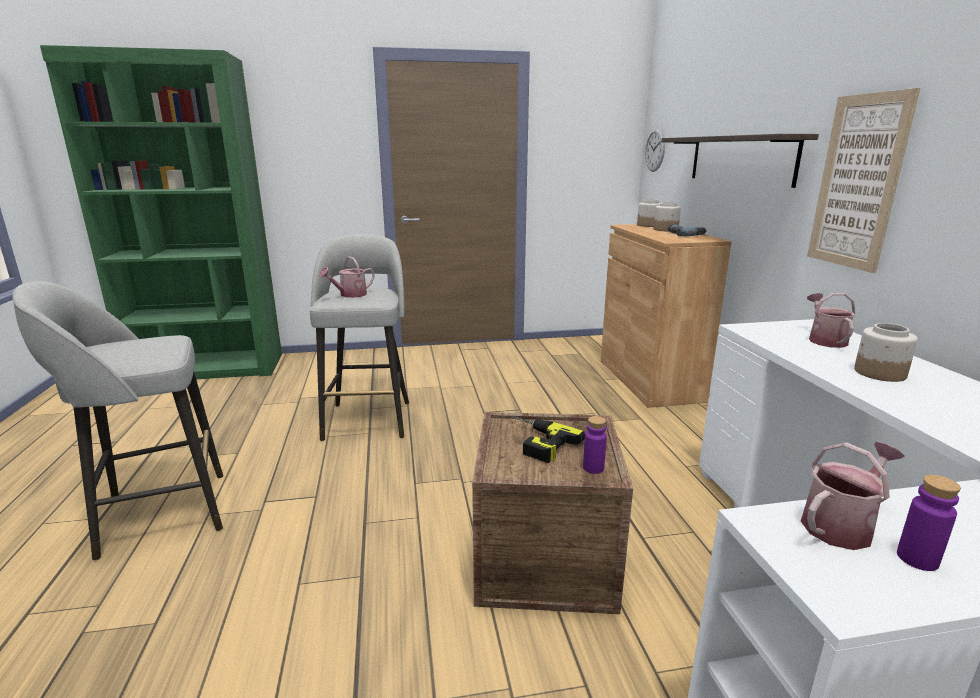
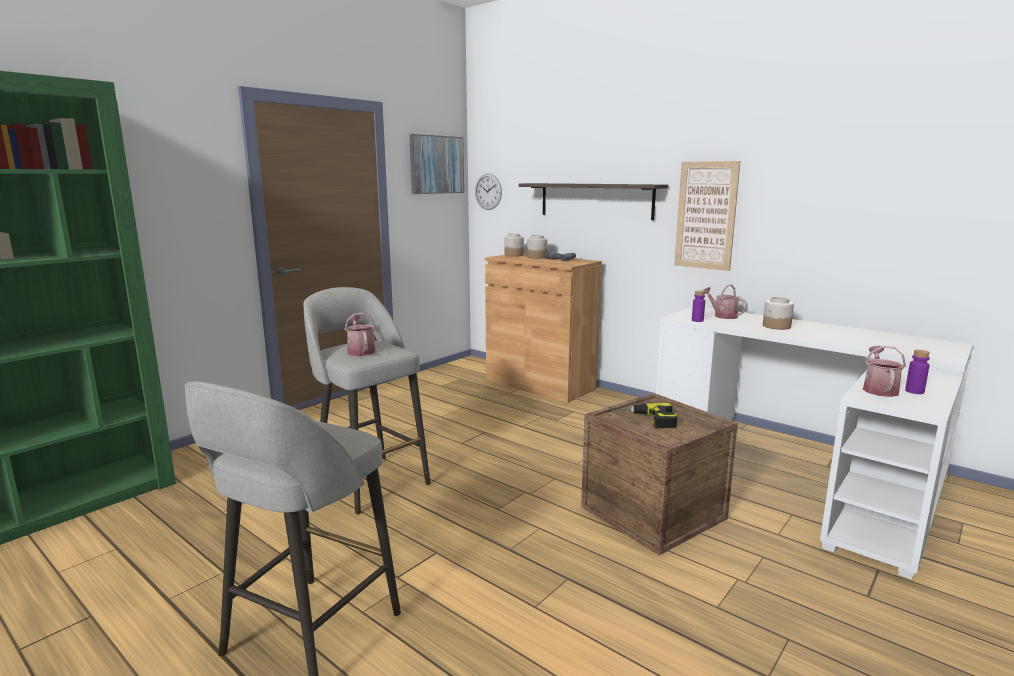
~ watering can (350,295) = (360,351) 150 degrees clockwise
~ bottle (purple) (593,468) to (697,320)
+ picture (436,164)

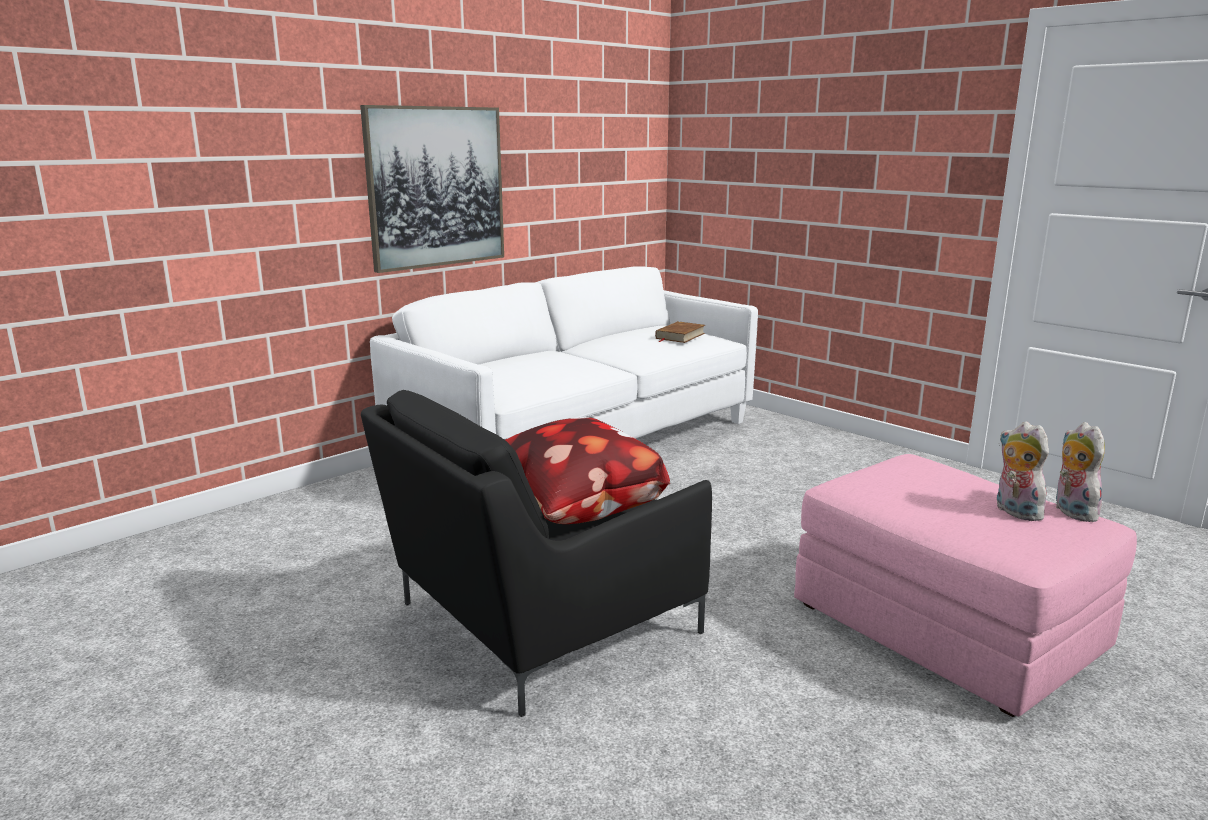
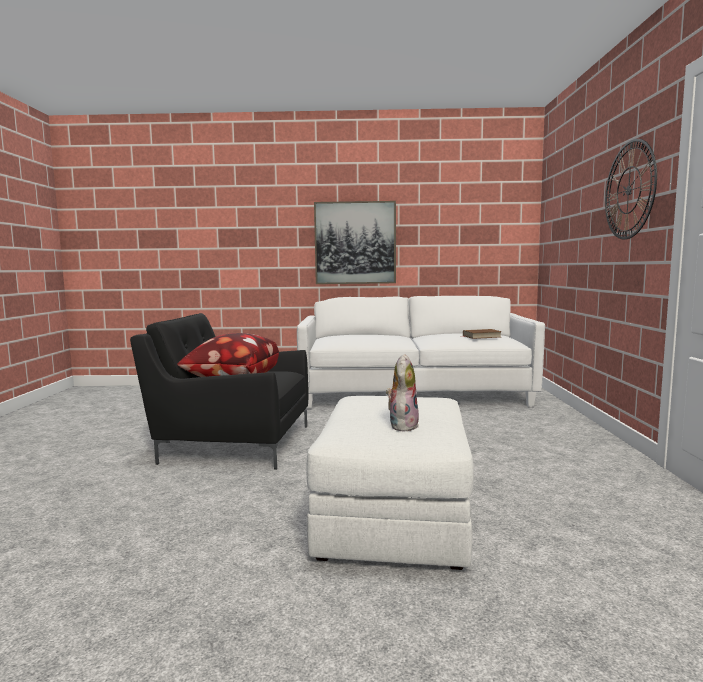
- plush toy (1071,511)
~ ottoman (pink) (947,627) to ottoman (white) (394,517)
+ wall clock (629,190)

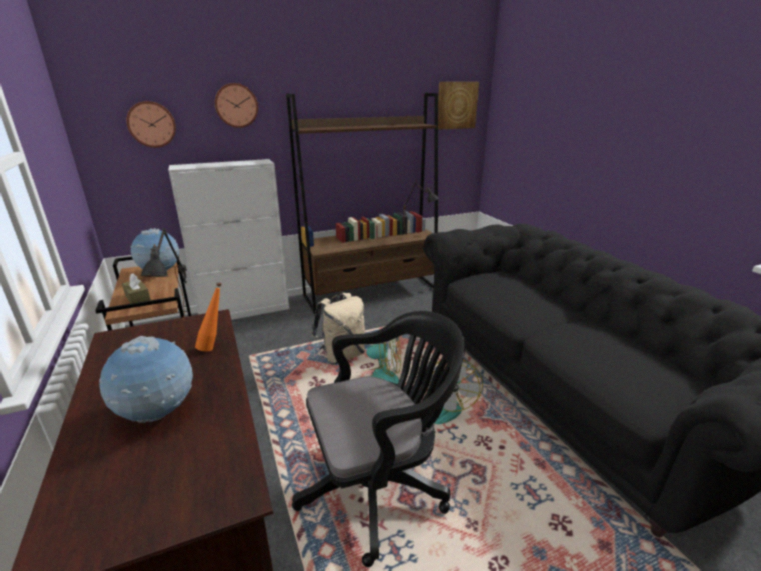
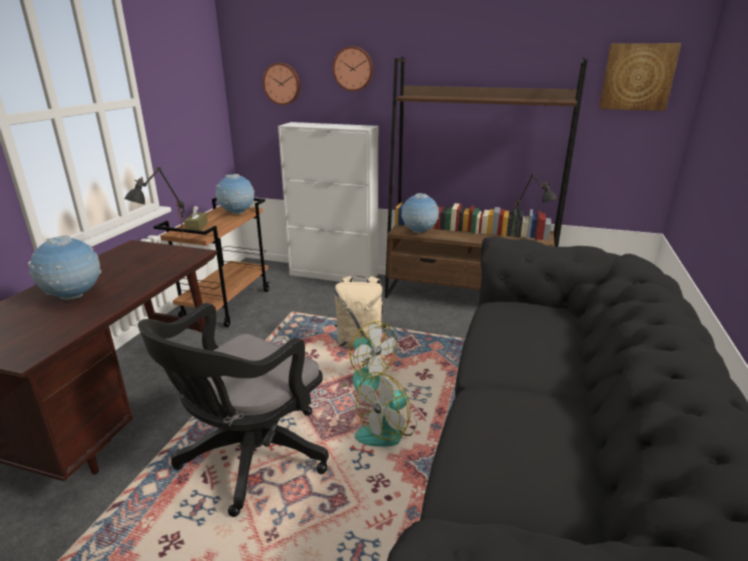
- bottle (orange) (214,346)
~ office chair (black) (379,486) = (249,458) 105 degrees clockwise
+ globe (419,232)

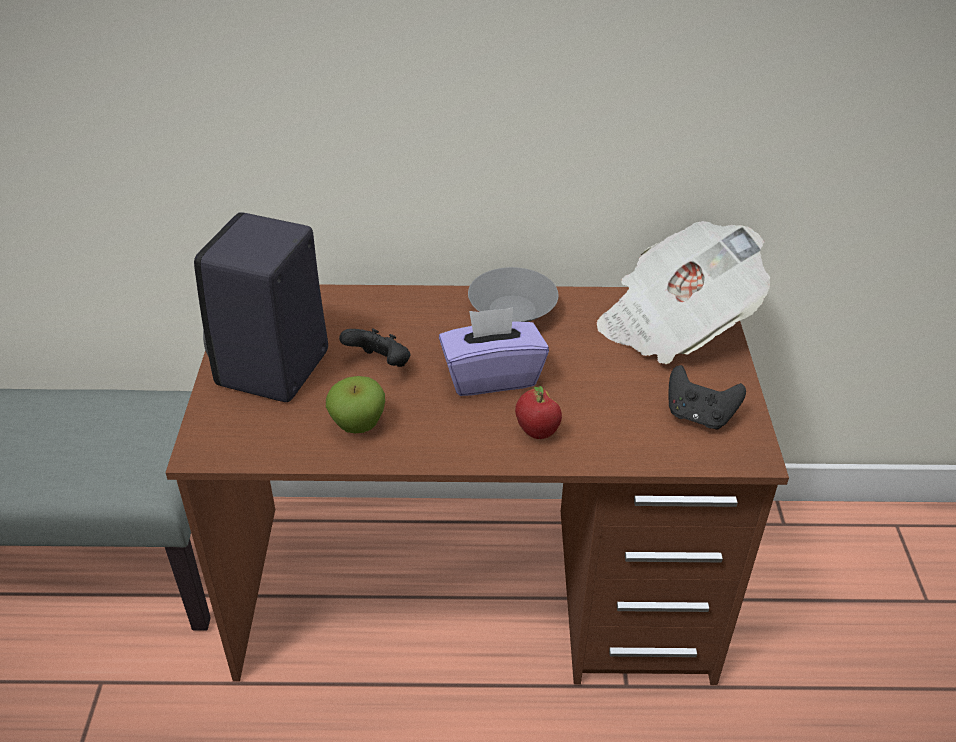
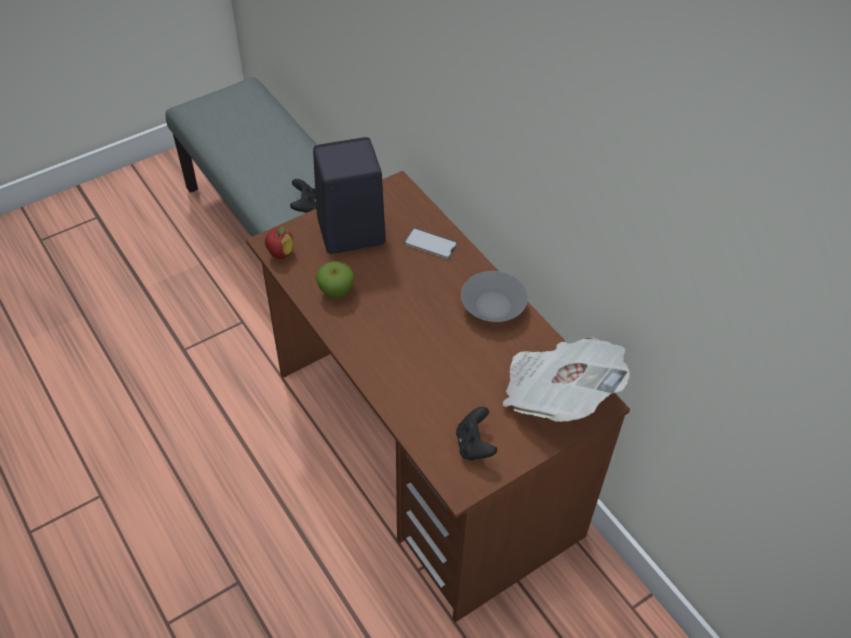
- tissue box (purple) (491,376)
~ game controller (black) (380,364) to (305,207)
~ apple (536,432) to (280,253)
+ phone (430,243)

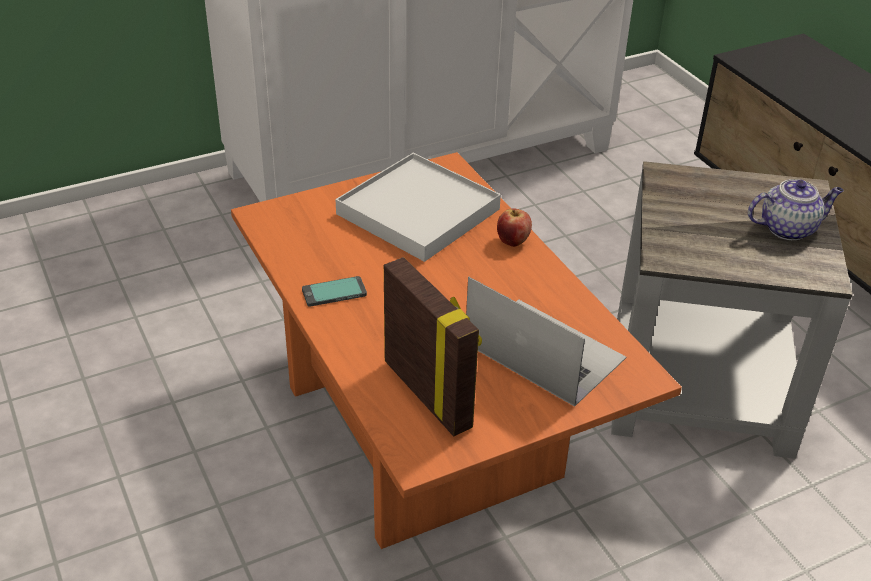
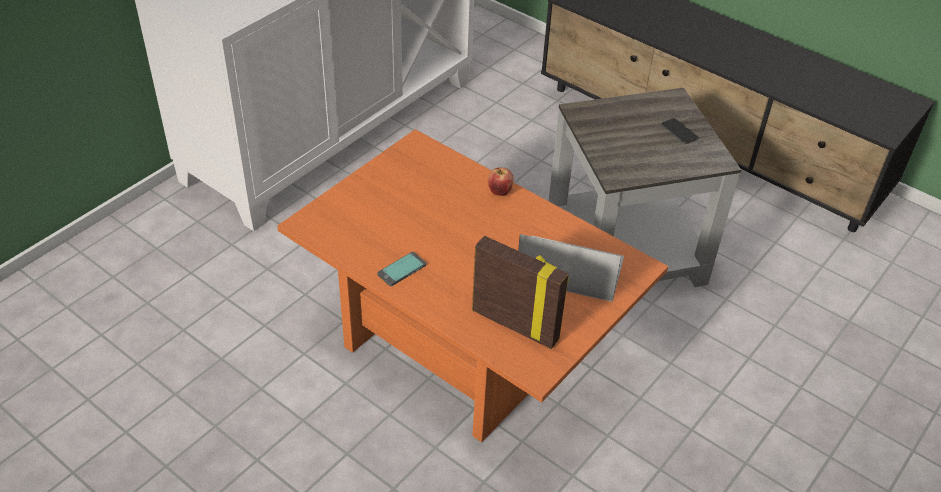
- tray (white) (417,212)
~ teapot (788,228) to phone (679,131)

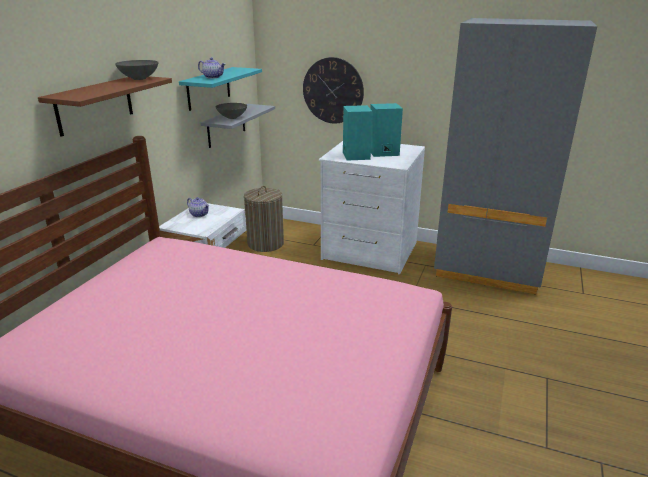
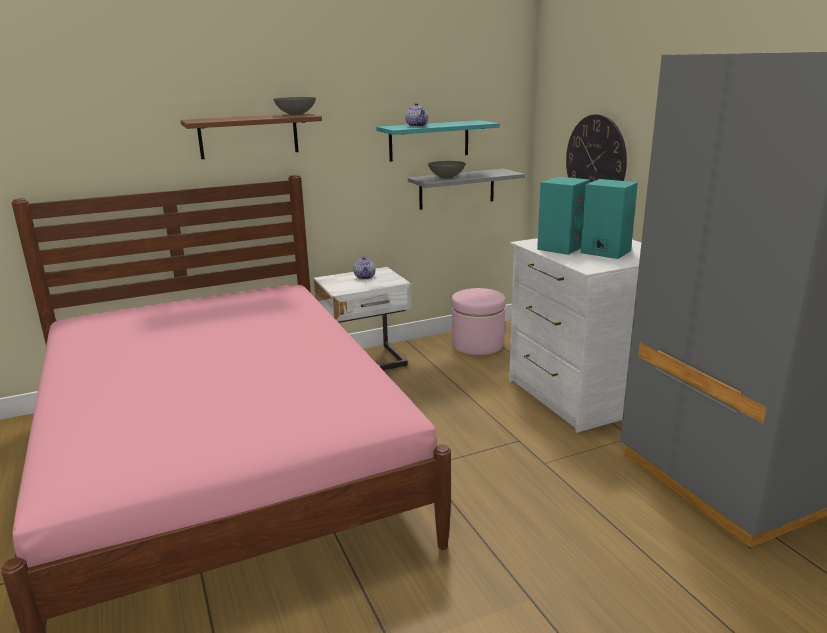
~ laundry basket (265,243) to ottoman (pink) (477,345)

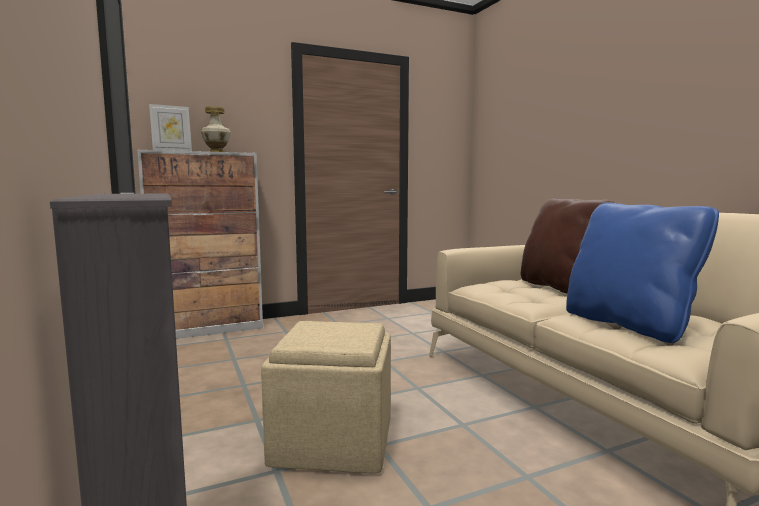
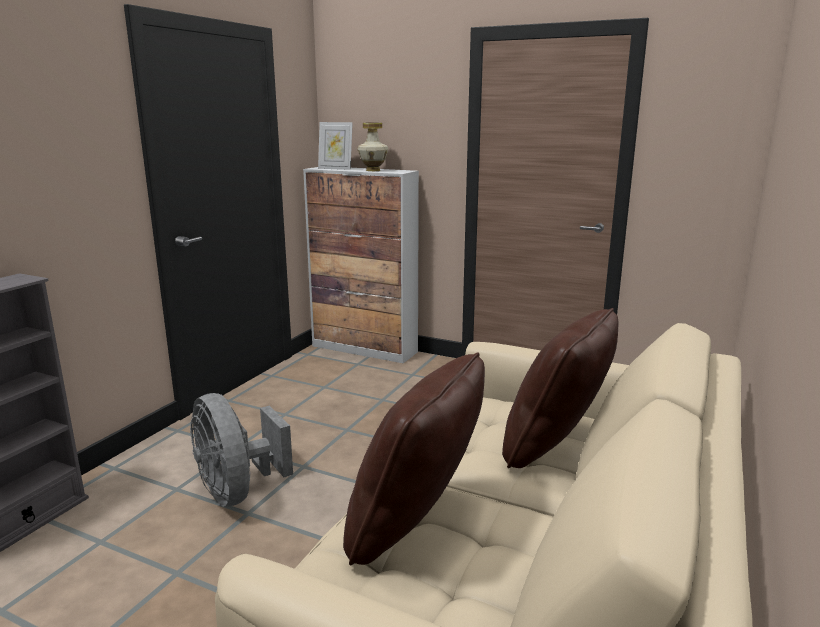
~ pillow (blue) (628,324) to pillow (brown) (417,526)
~ ottoman (beige) (334,440) to fan (grey) (237,491)

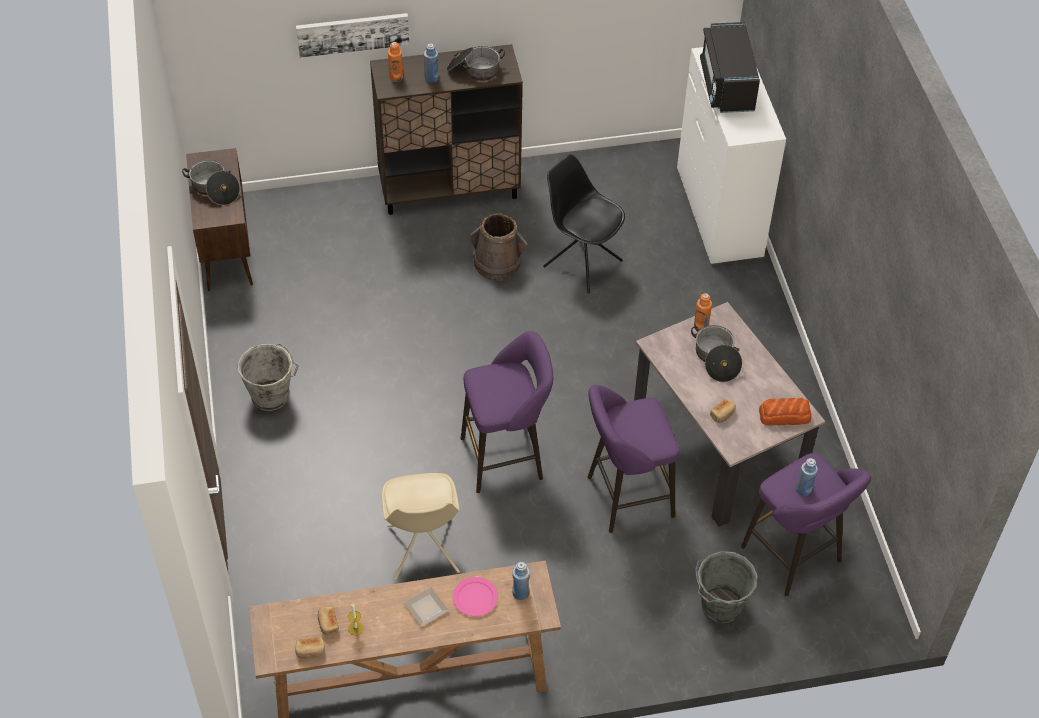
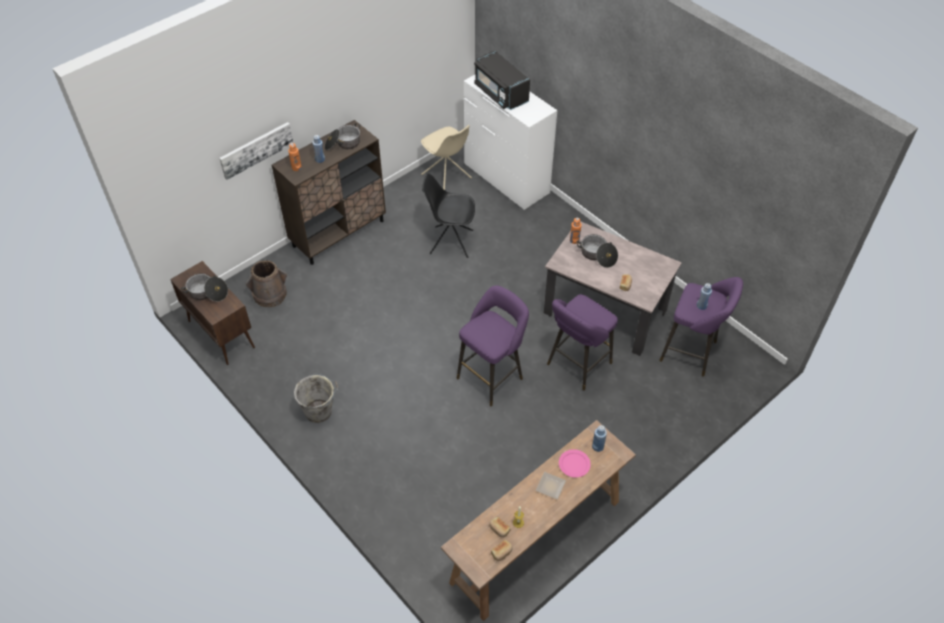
~ bucket (brown) (497,263) to (270,294)
- bread (785,415)
~ chair (beige) (423,551) to (447,177)
- bucket (grey) (720,607)

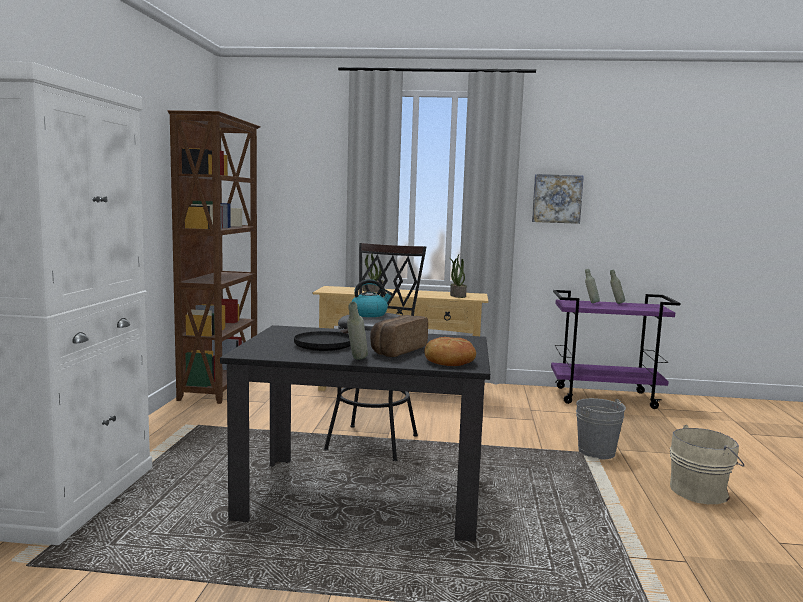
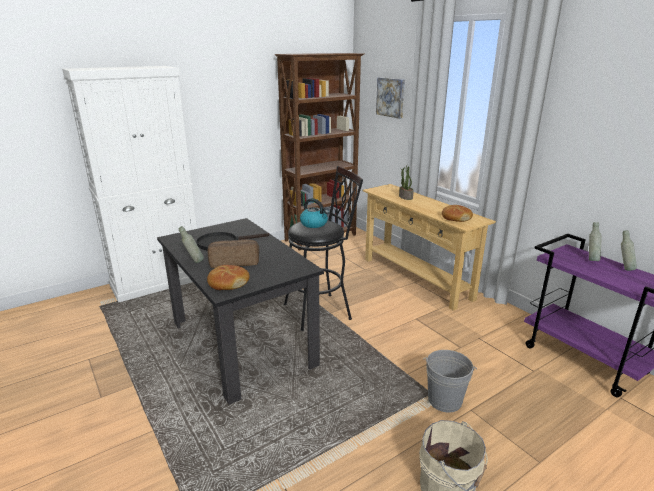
~ picture (557,198) to (391,97)
~ potted plant (457,296) to bread (456,218)

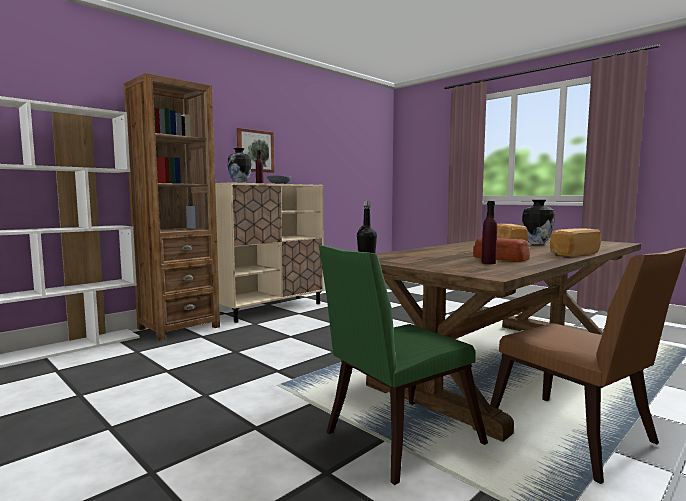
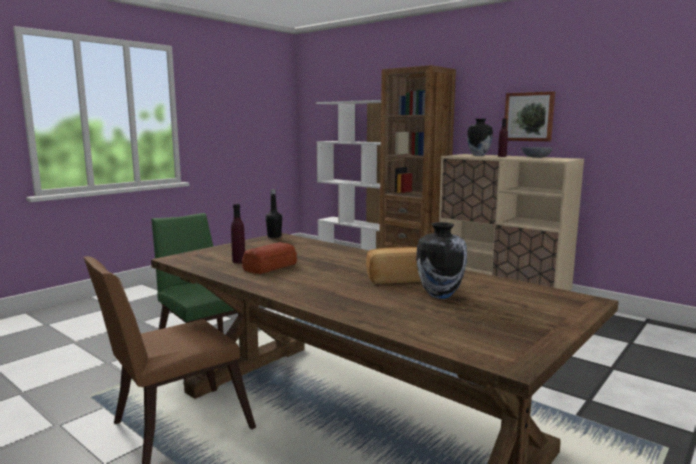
- bread (573,253)

